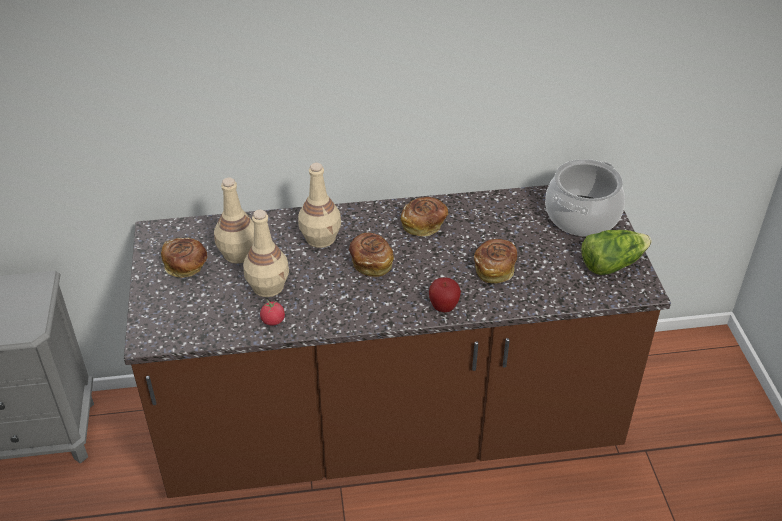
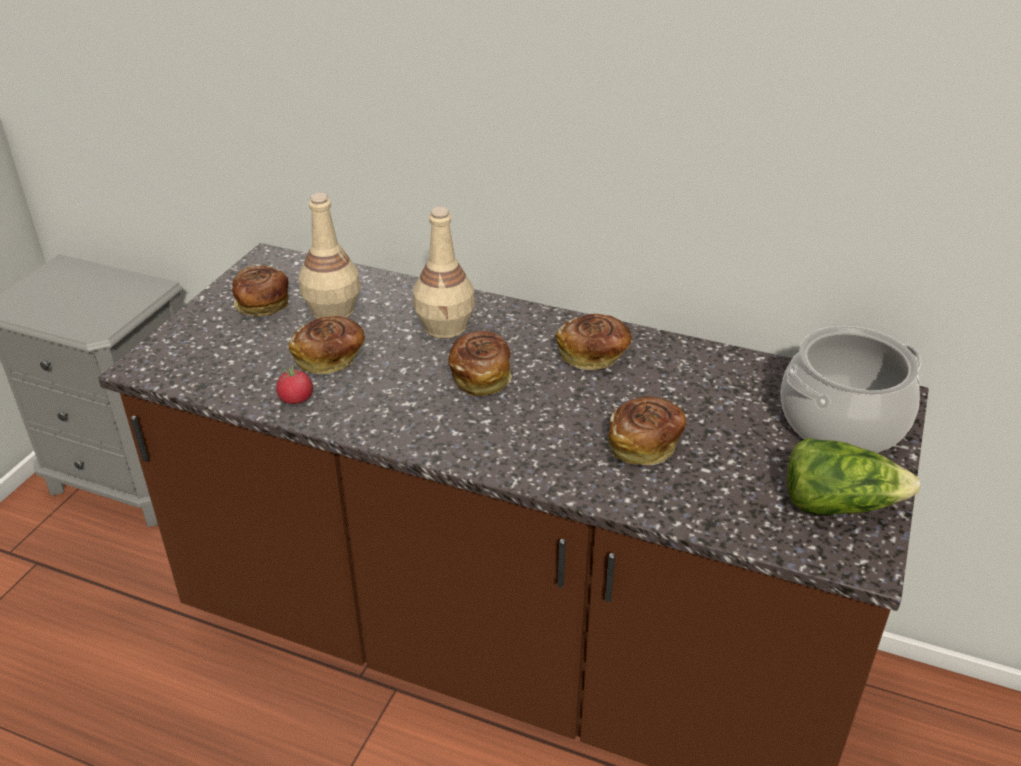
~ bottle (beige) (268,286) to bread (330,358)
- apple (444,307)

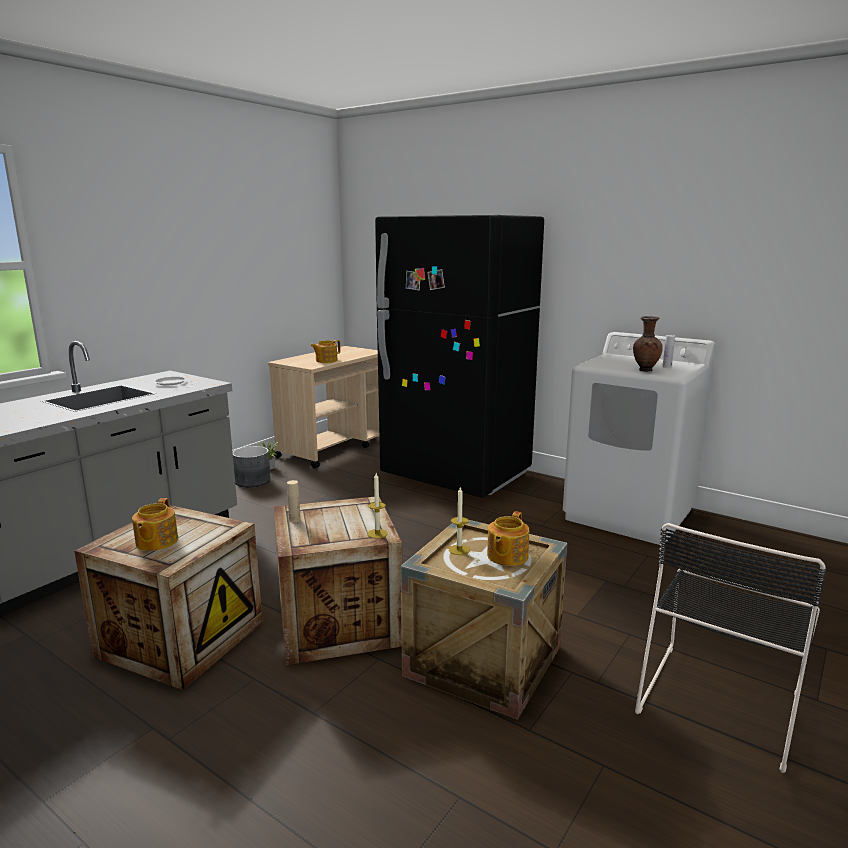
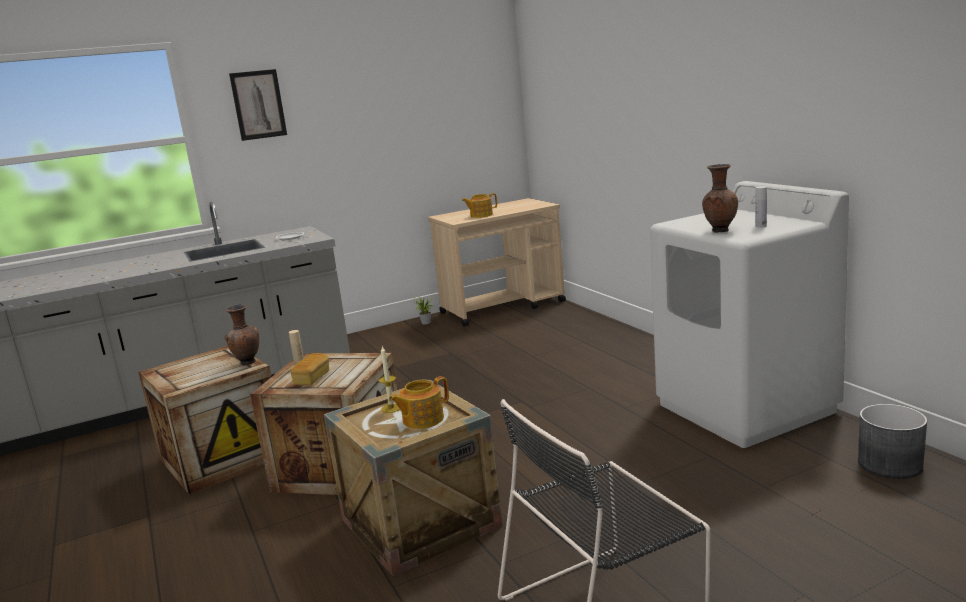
- fridge (black) (456,475)
~ planter (grey) (253,481) to (890,464)
- candle (377,533)
- teapot (156,542)
+ picture (258,104)
+ vase (brown) (247,363)
+ bread (312,379)

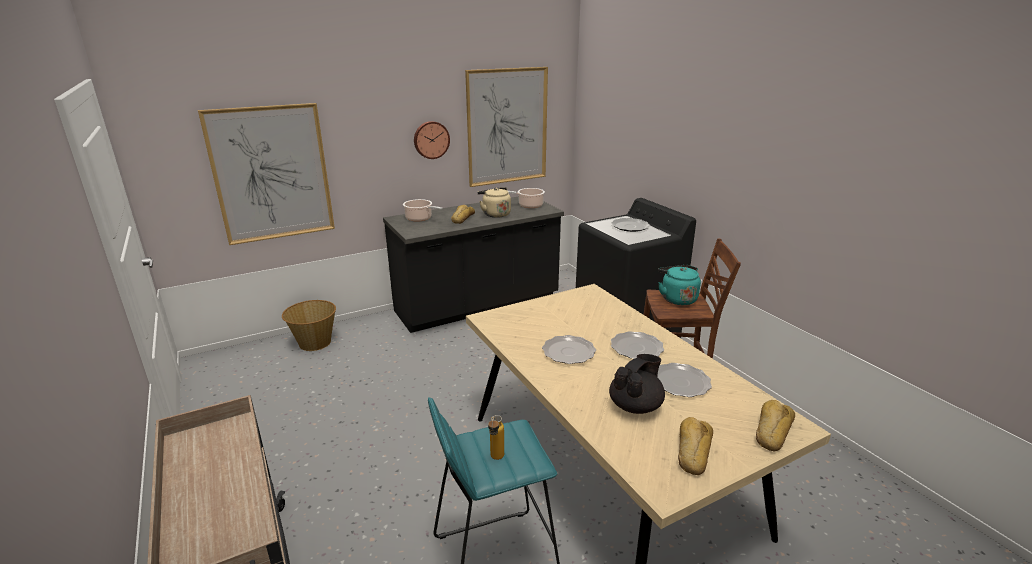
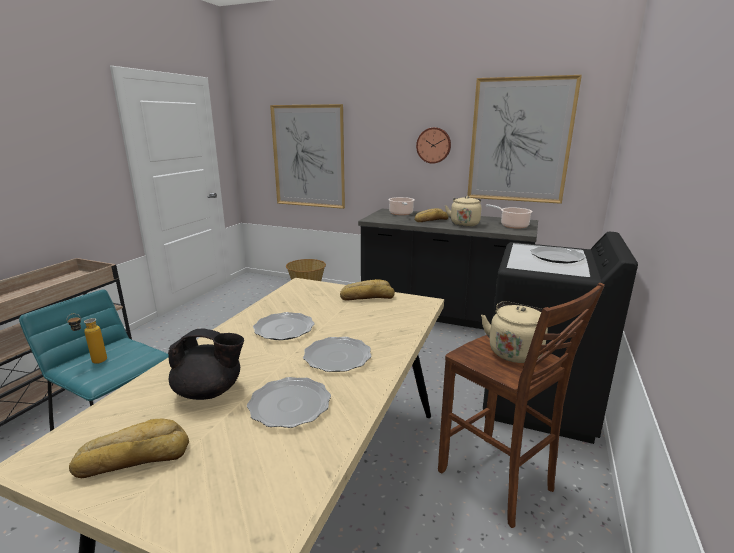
~ kettle (turquoise) (677,298) to kettle (beige) (515,351)
~ bread (771,430) to (367,296)

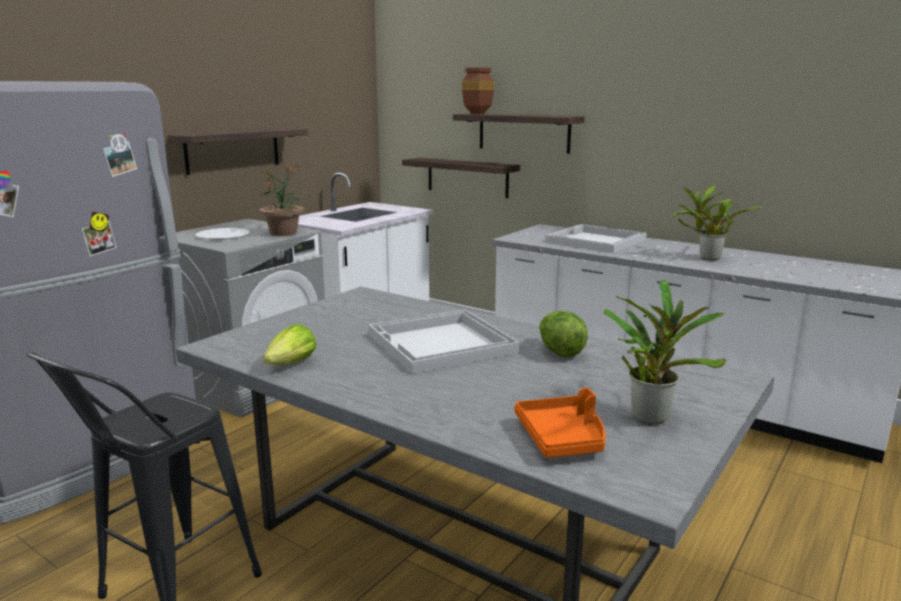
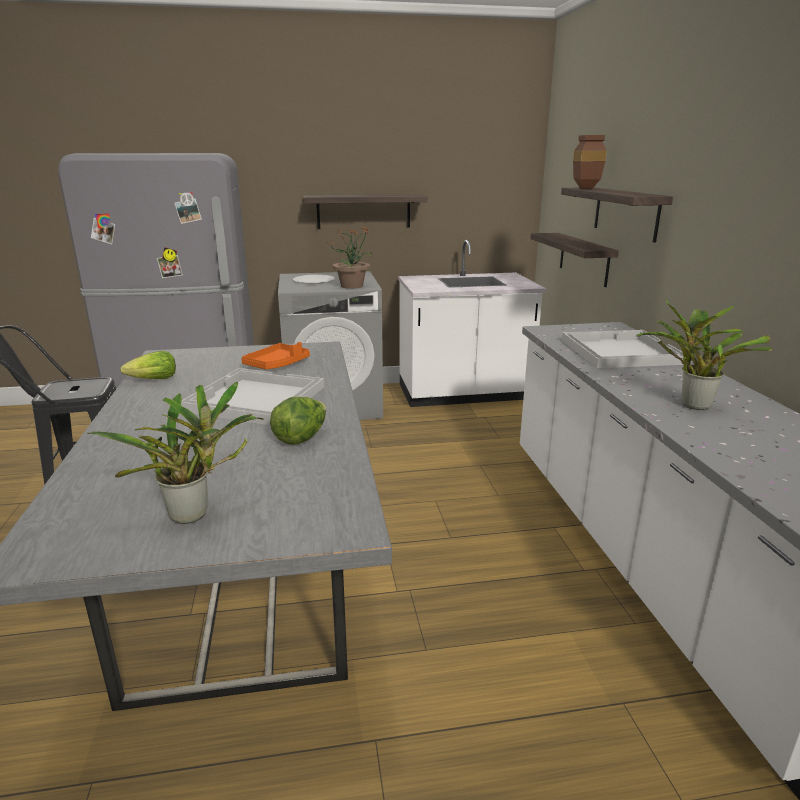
~ tray (orange) (562,438) to (277,364)

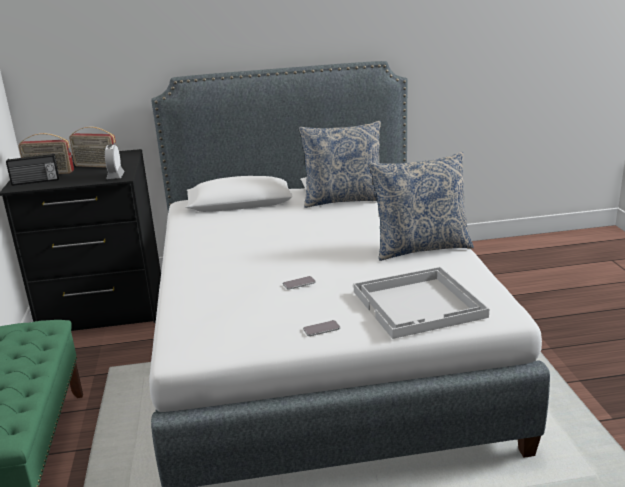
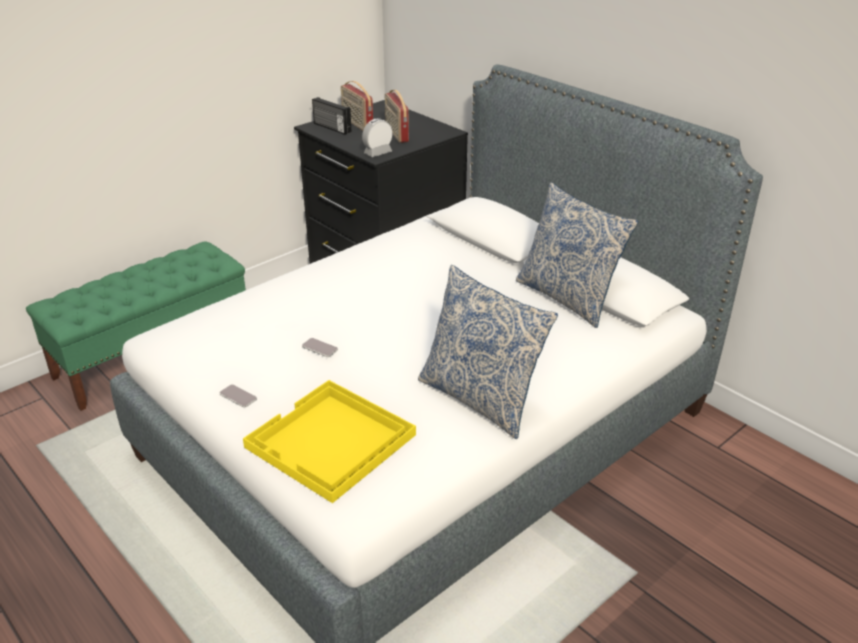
~ tray (white) (419,304) to tray (yellow) (330,442)

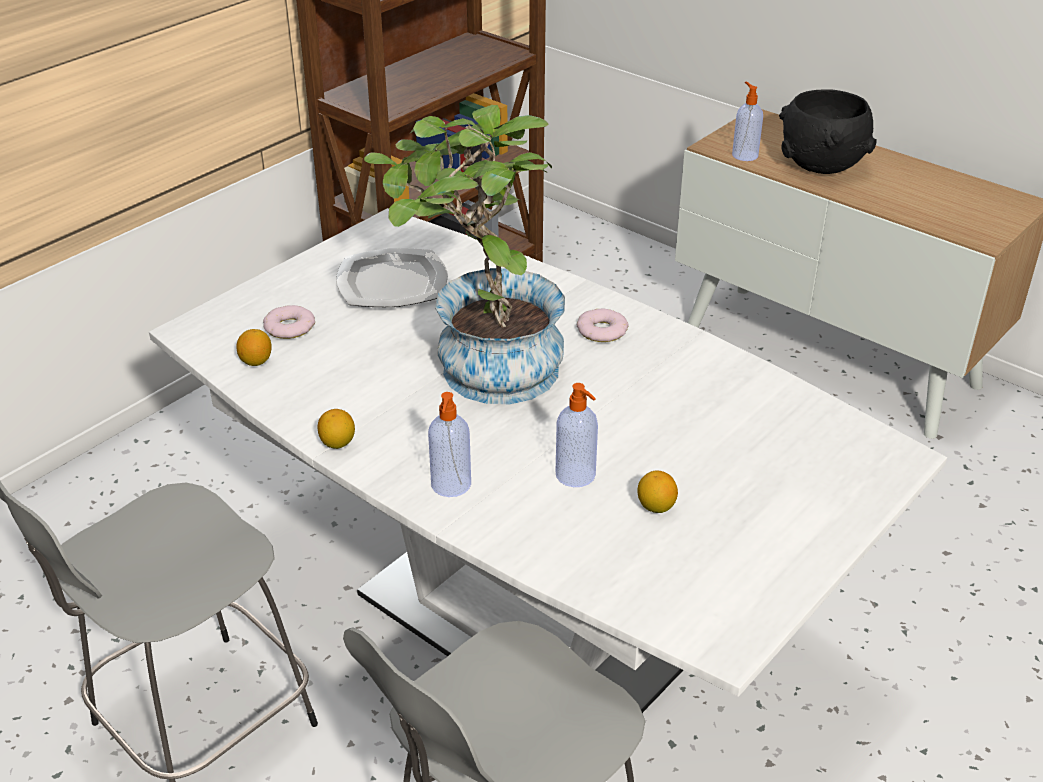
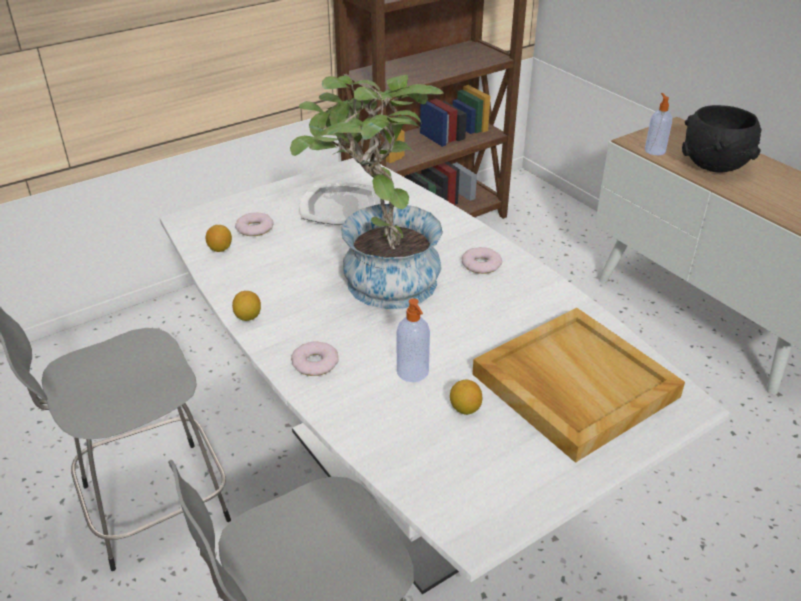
~ soap dispenser (450,485) to donut (315,363)
+ tray (beige) (572,385)

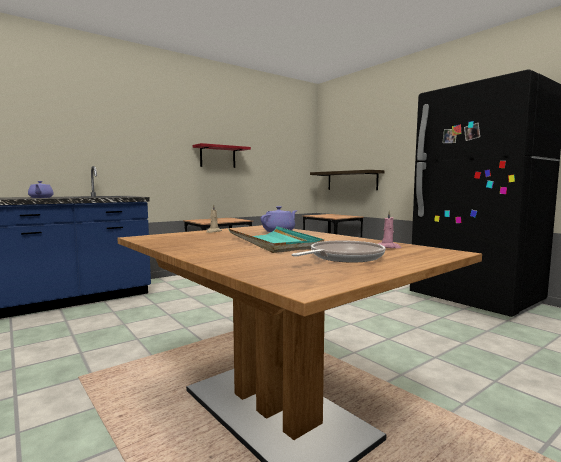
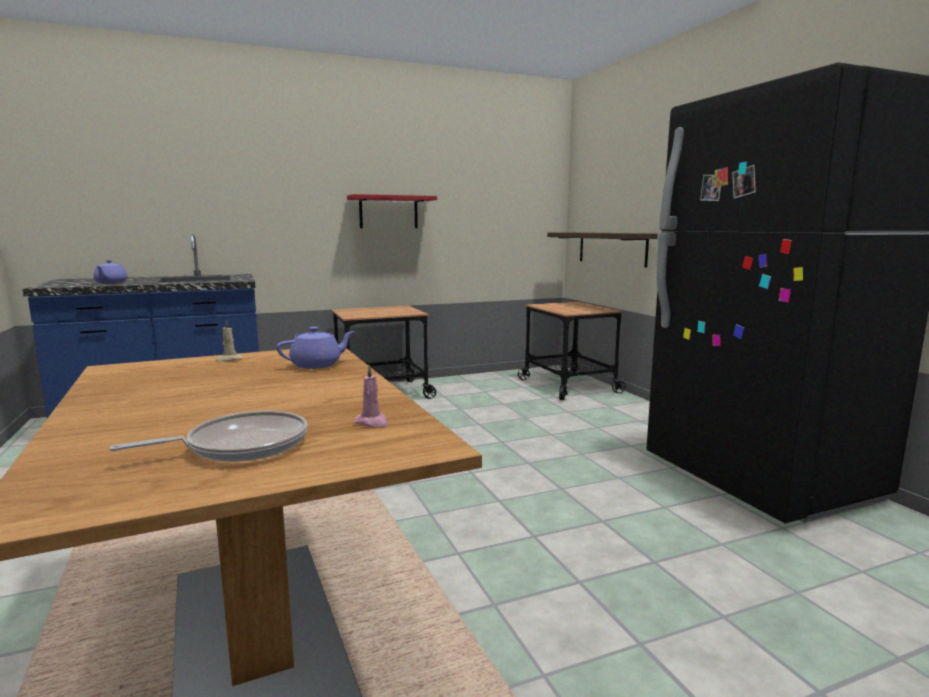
- tray (turquoise) (274,243)

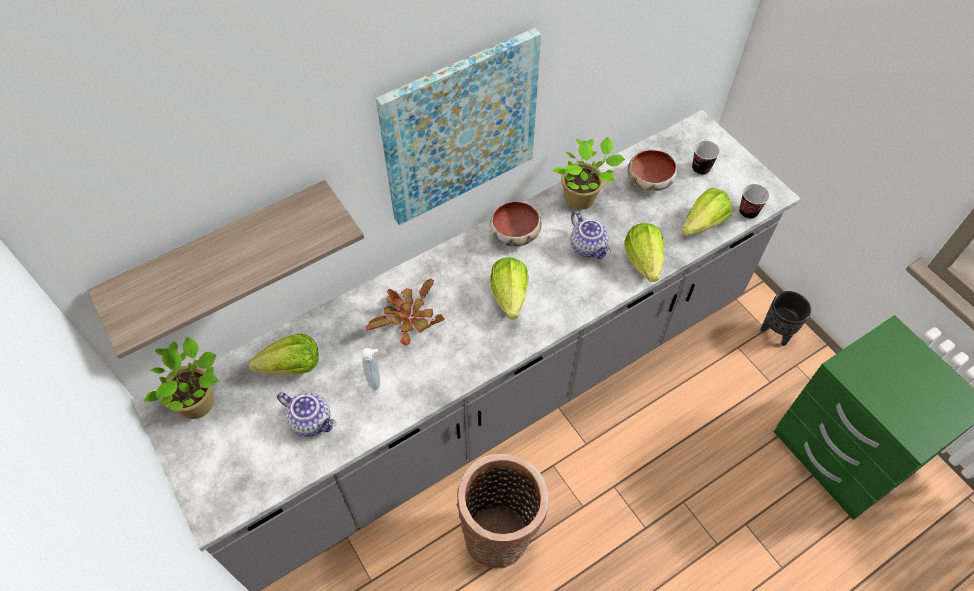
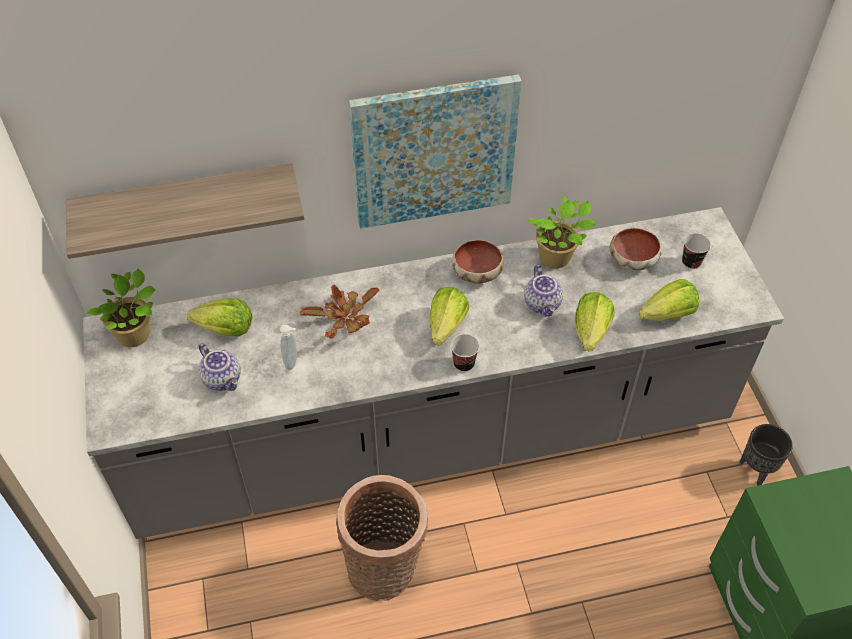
~ cup (748,212) to (464,364)

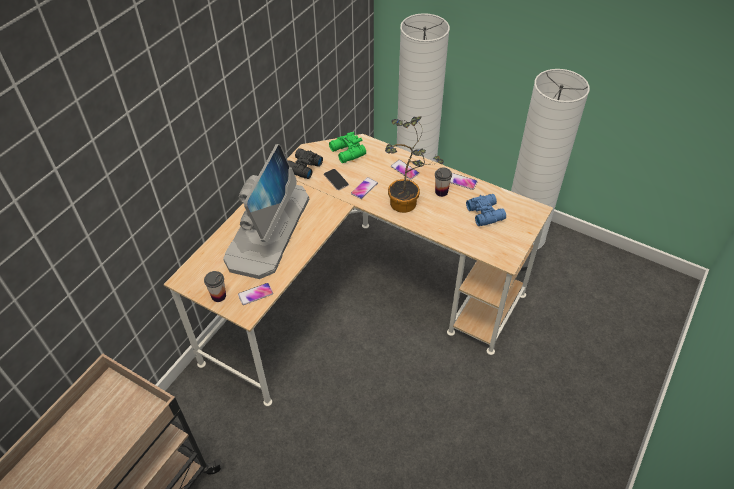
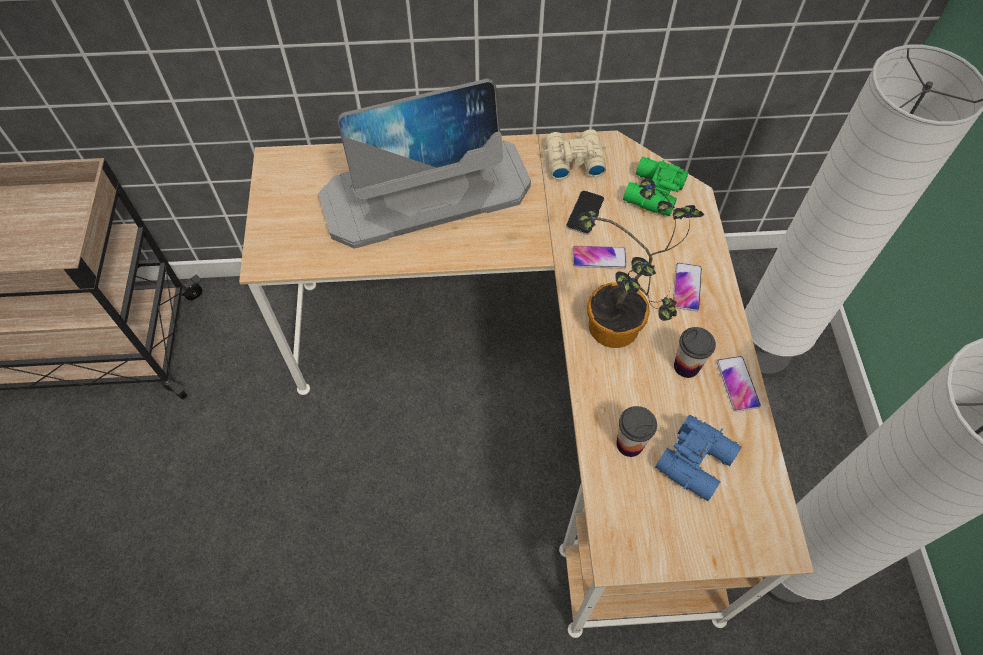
~ binoculars (black) (302,167) to binoculars (beige) (572,160)
~ cup (218,296) to (629,444)
- phone (255,294)

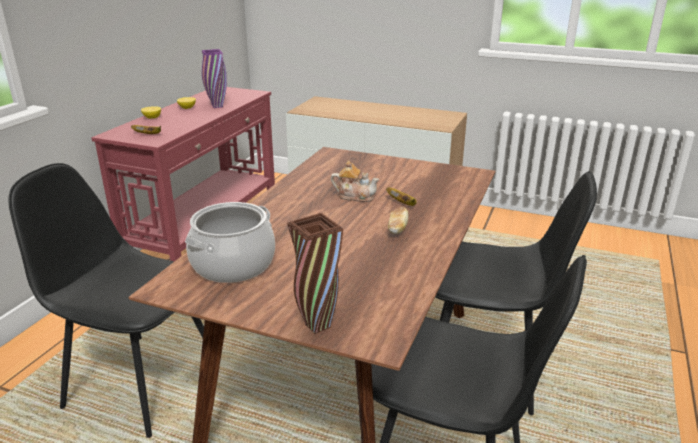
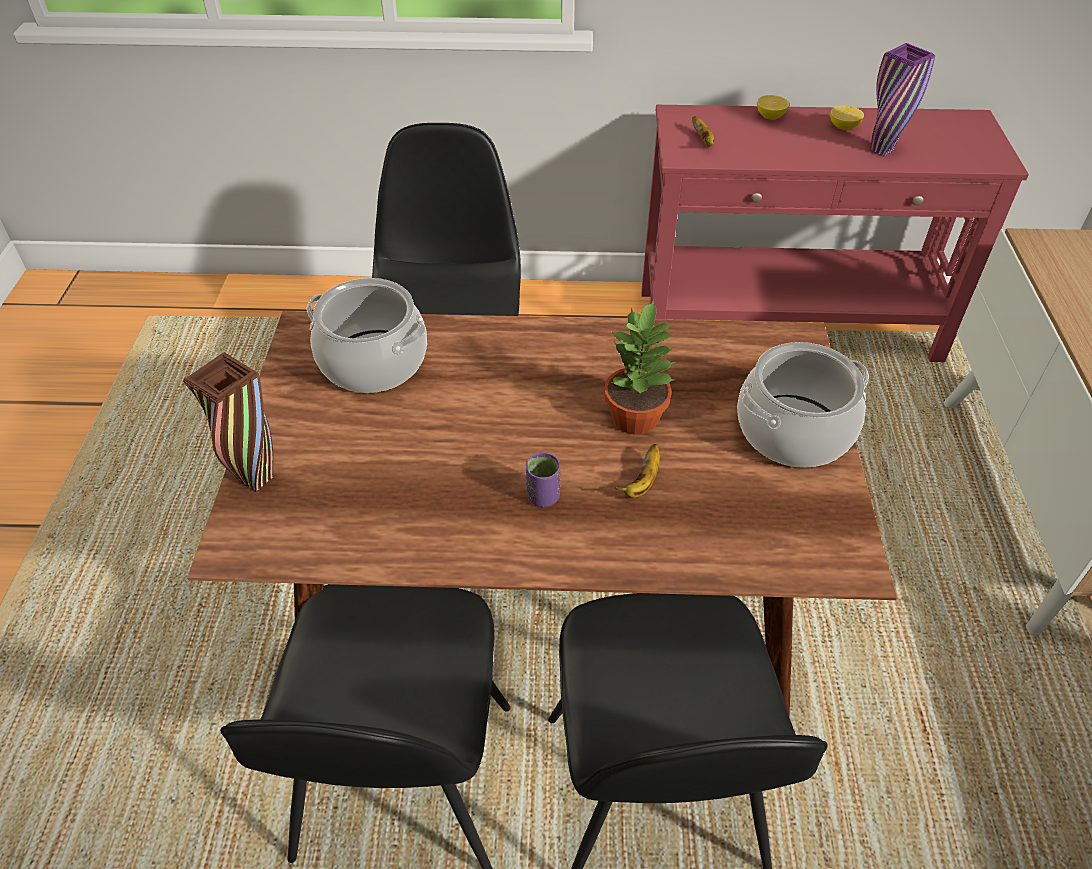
~ teapot (355,196) to potted plant (636,417)
~ bread (397,229) to cup (purple) (543,496)
+ cooking pot (794,432)

